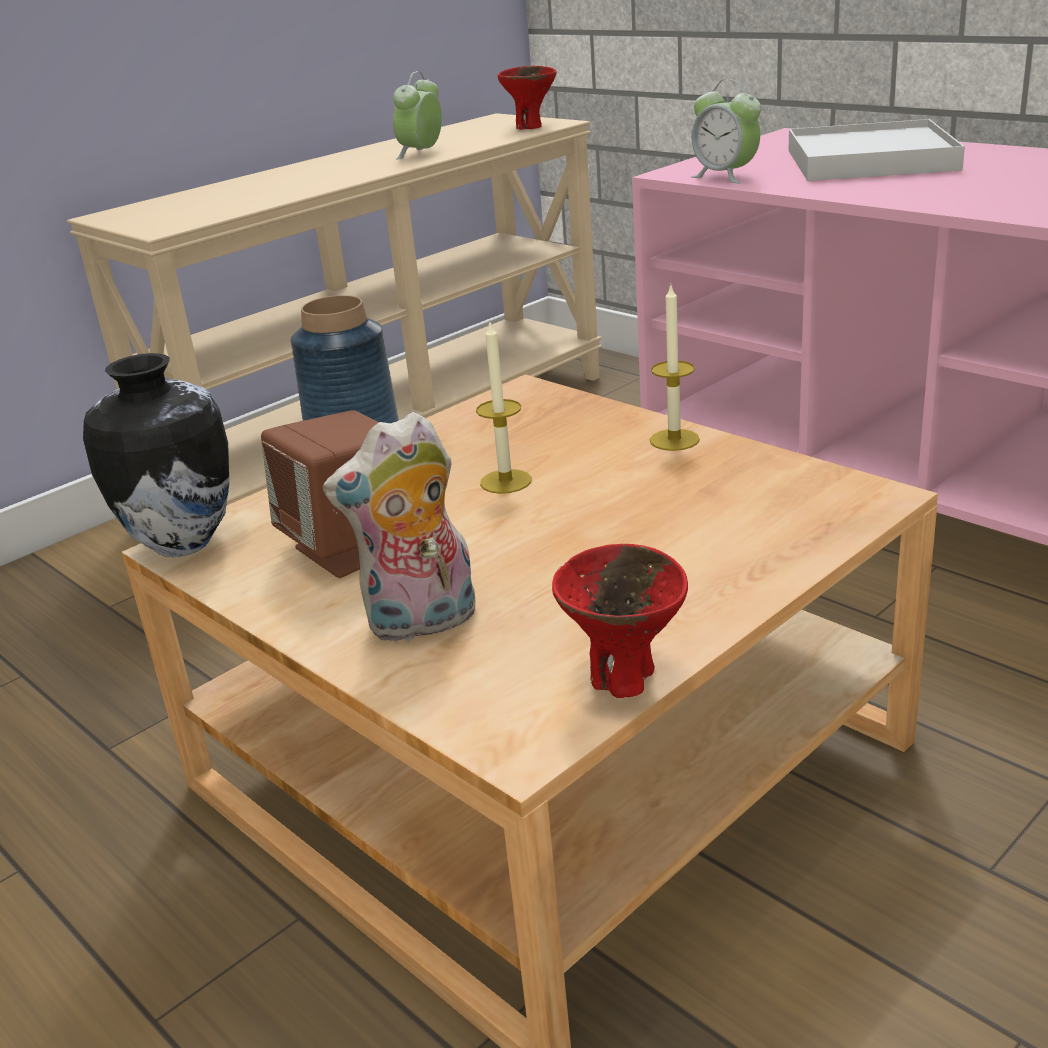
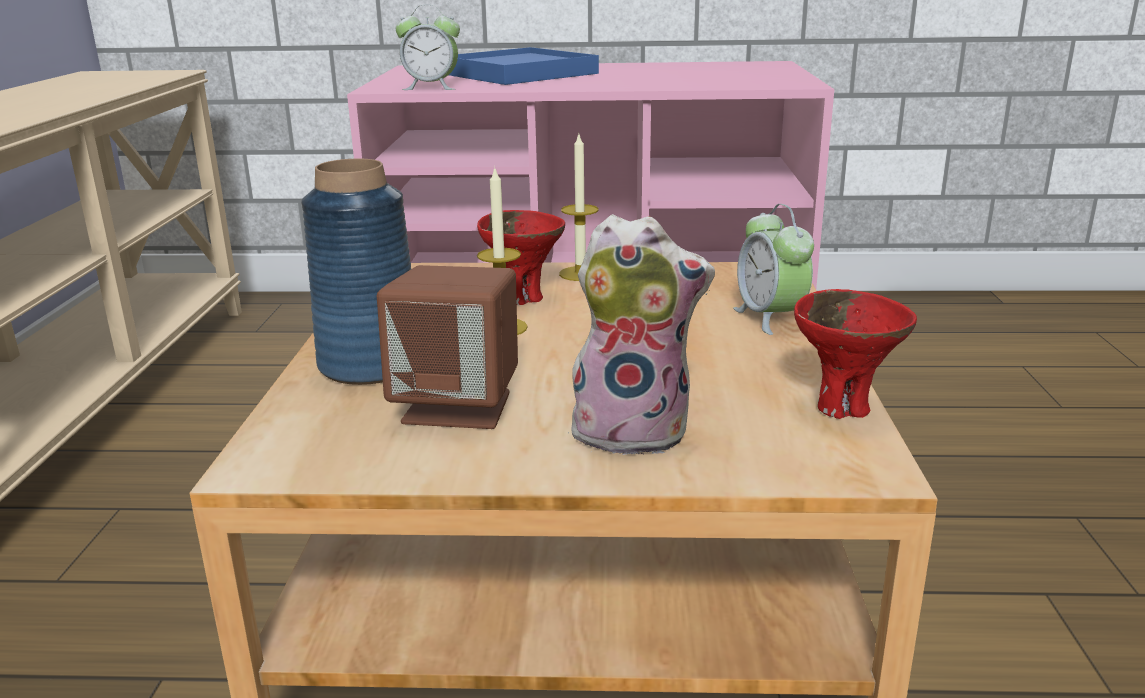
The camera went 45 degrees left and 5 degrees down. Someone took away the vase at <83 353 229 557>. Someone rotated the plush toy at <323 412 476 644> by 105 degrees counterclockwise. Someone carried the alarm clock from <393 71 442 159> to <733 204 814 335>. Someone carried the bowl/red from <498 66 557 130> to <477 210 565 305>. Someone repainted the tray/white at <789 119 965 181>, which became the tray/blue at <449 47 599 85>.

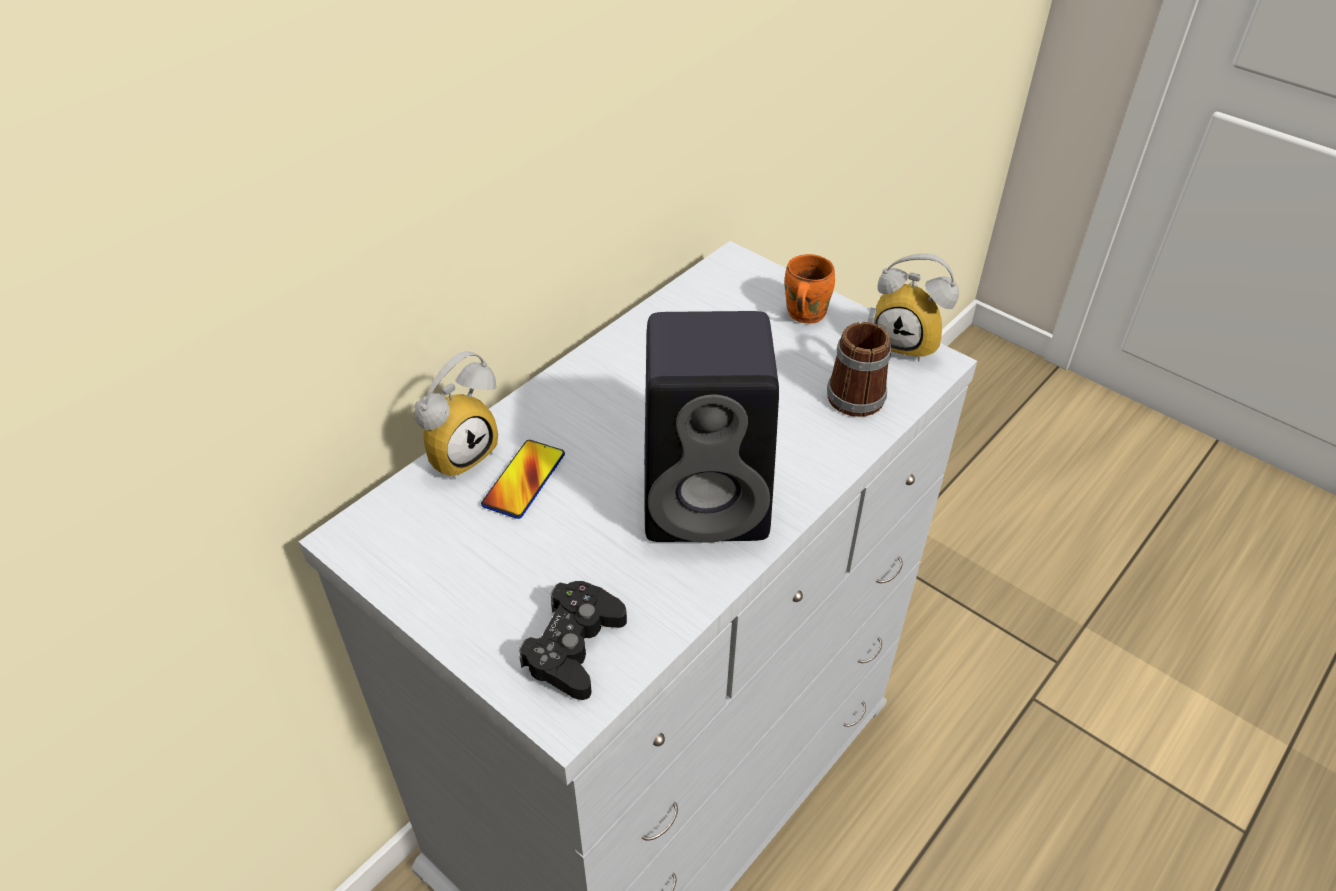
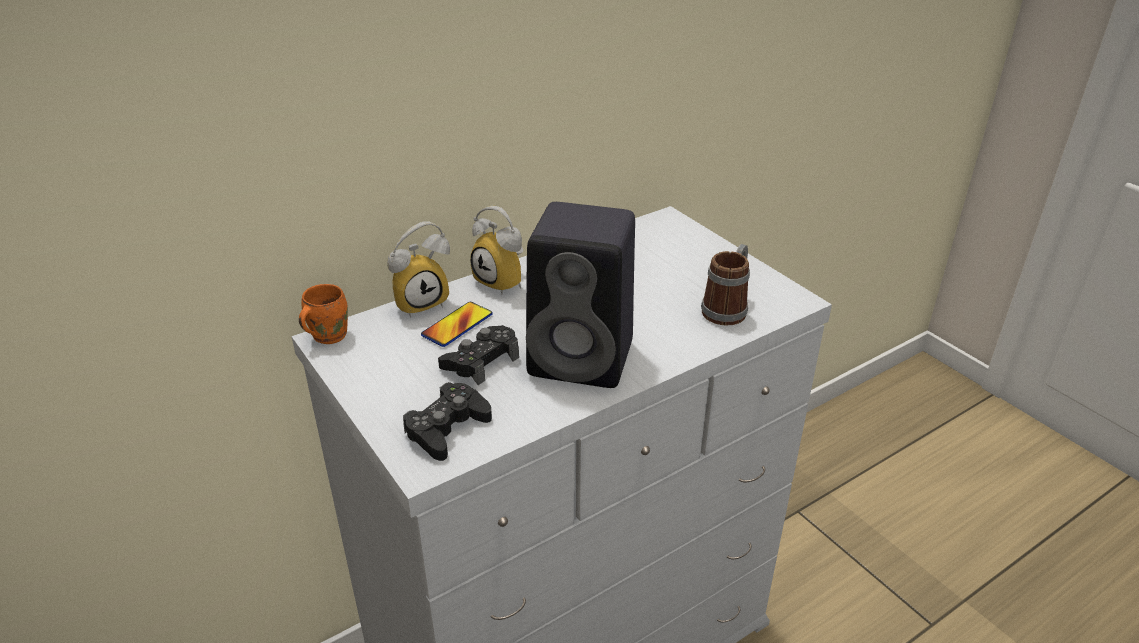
The camera went 15 degrees right and 10 degrees down. Someone carried the mug/orange from <785 254 835 323> to <299 284 348 344>. Someone carried the alarm clock from <875 253 959 362> to <470 206 523 295>. Someone put down the game controller/black at <438 325 519 385>.

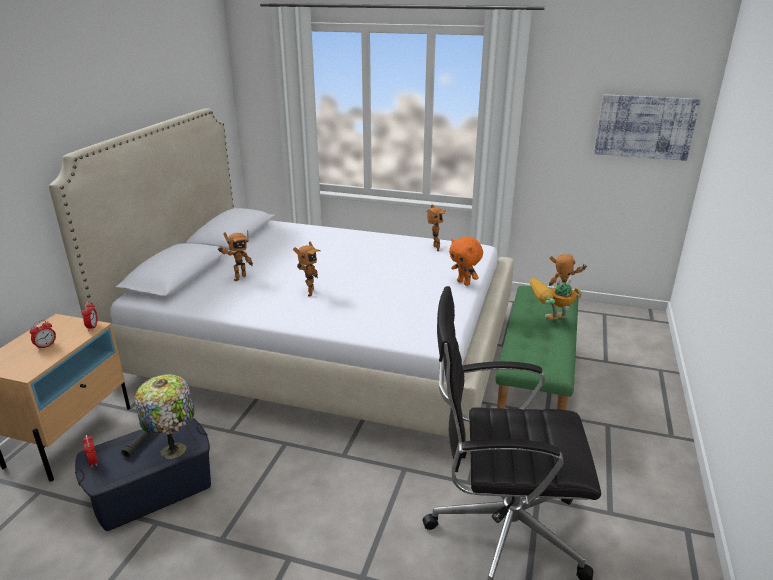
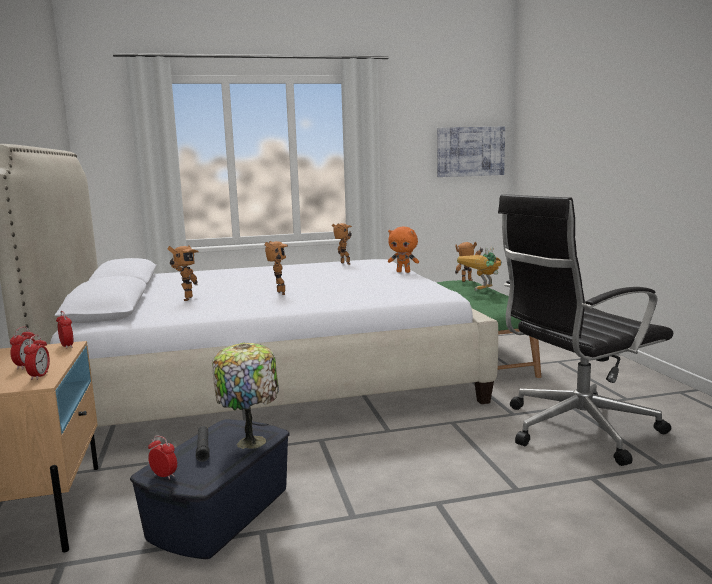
The camera went 30 degrees left and 15 degrees down. Someone put down the alarm clock at <24 335 50 380>.

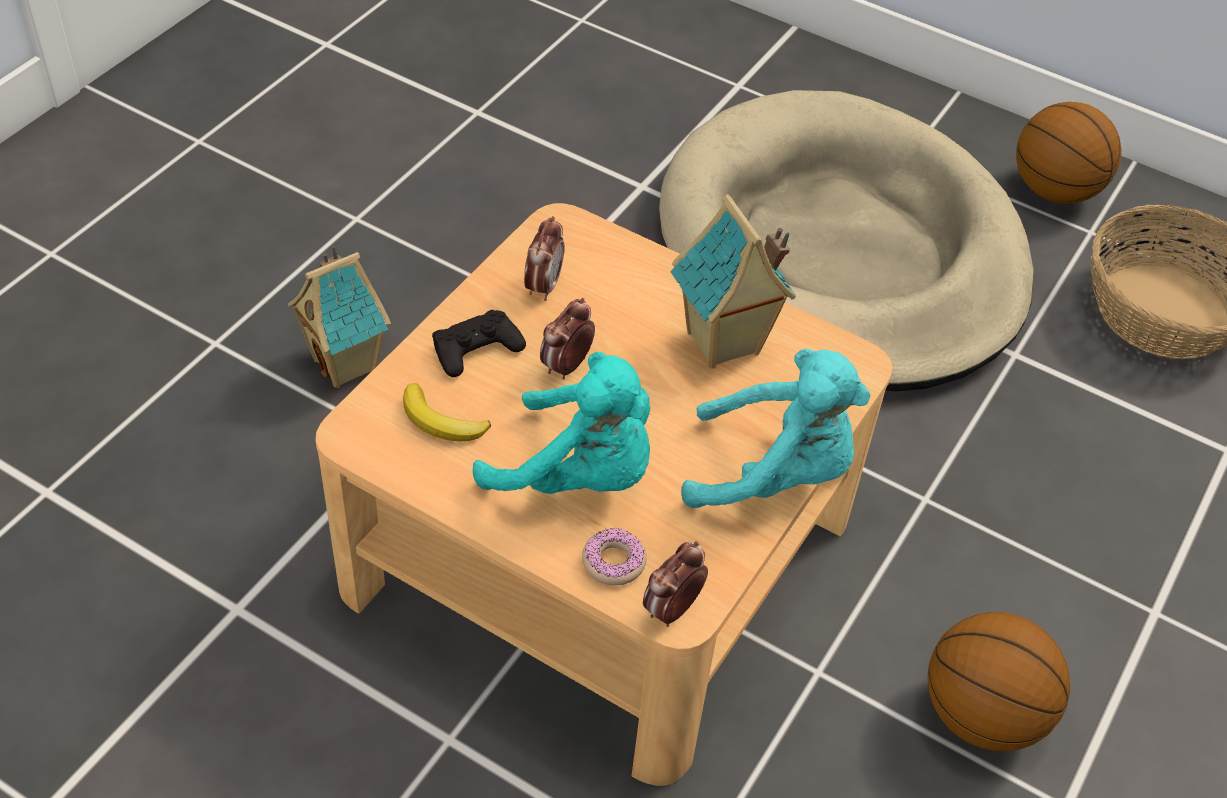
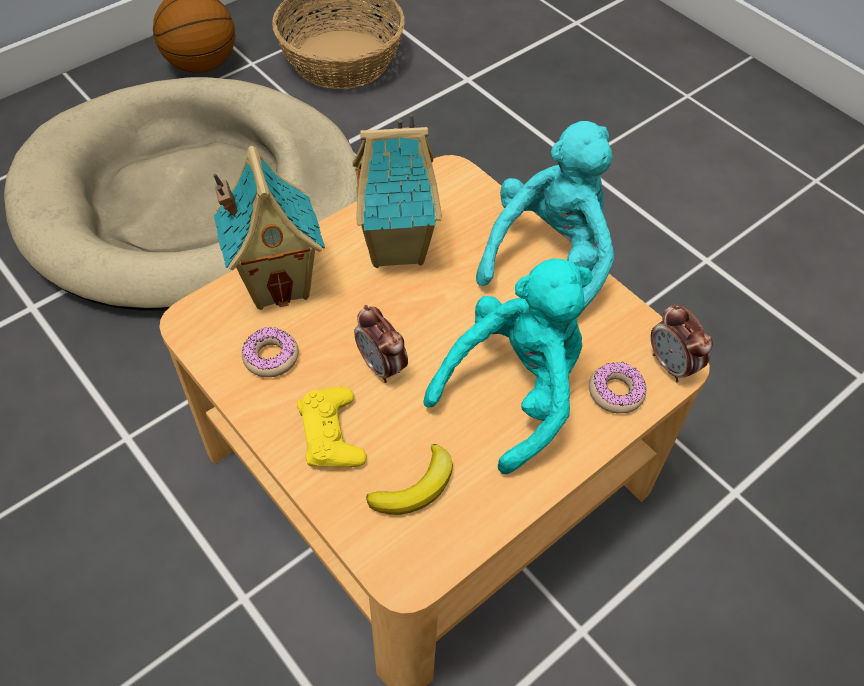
The camera went 70 degrees left and 5 degrees up. Someone carried the toy house from <288 246 391 388> to <213 146 325 310>. Someone repainted the game controller/black at <432 310 526 377>, which became the game controller/yellow at <297 387 367 467>. Someone swapped the alarm clock at <524 216 565 301> for the donut at <242 327 299 377>. Someone took away the basketball at <927 612 1070 751>.

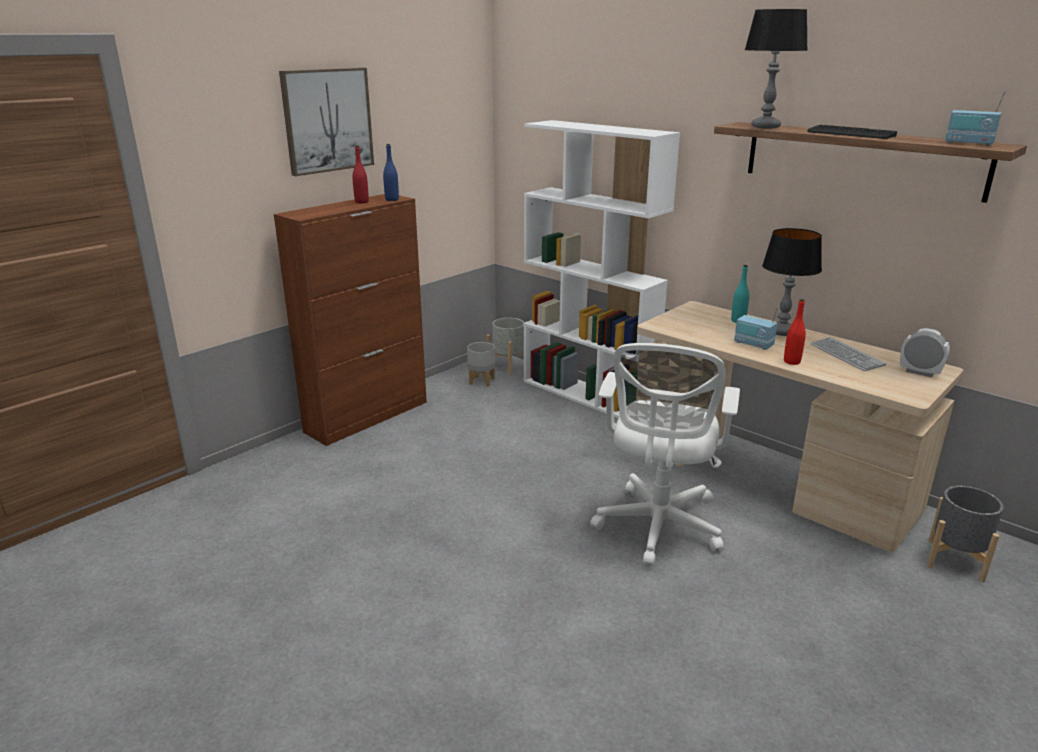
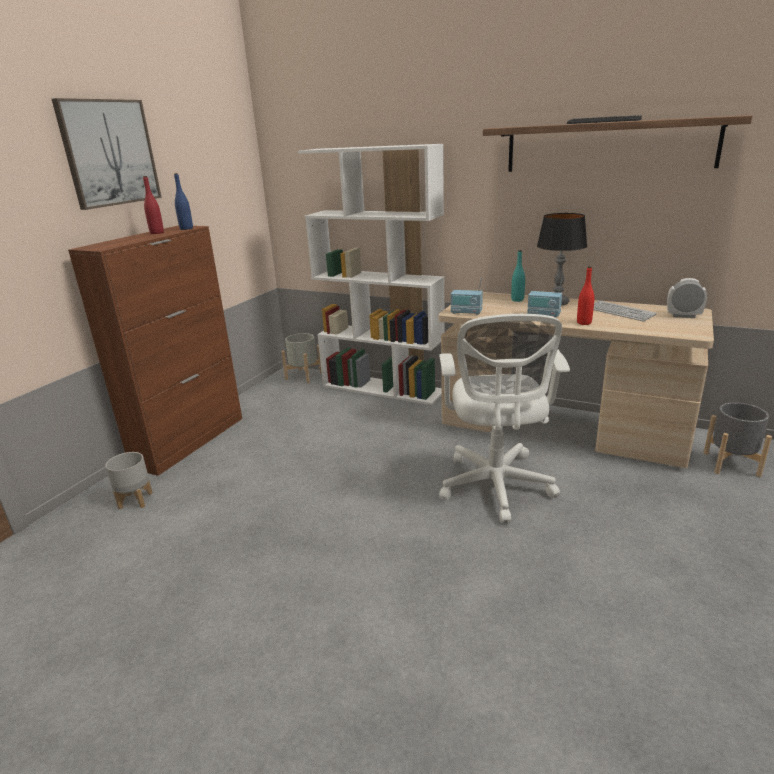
The camera went 15 degrees left and 0 degrees up. Someone carried the planter/grey from <467 342 495 387> to <106 452 153 509>. Someone took away the table lamp at <745 9 808 128>. Someone carried the radio from <945 91 1005 146> to <451 278 483 315>.

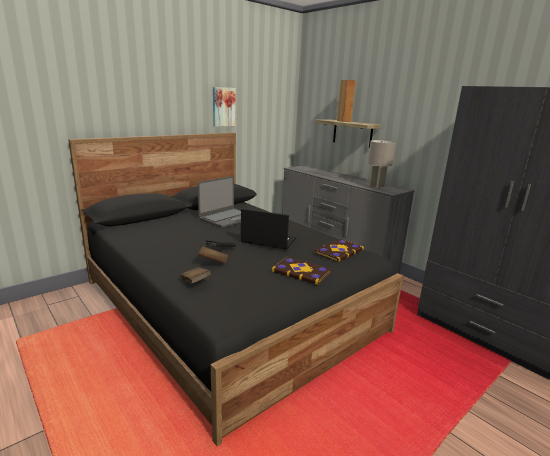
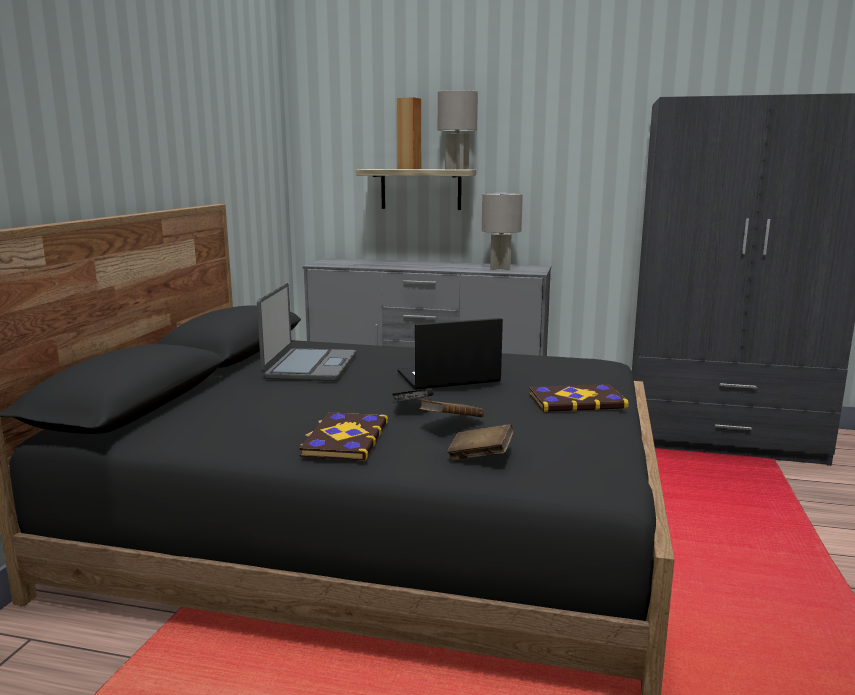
The camera went 35 degrees left and 5 degrees down. Someone took away the picture at <213 87 236 127>. Someone carried the book from <315 239 364 262> to <300 412 388 461>. Someone put down the table lamp/grey at <438 90 478 170>.

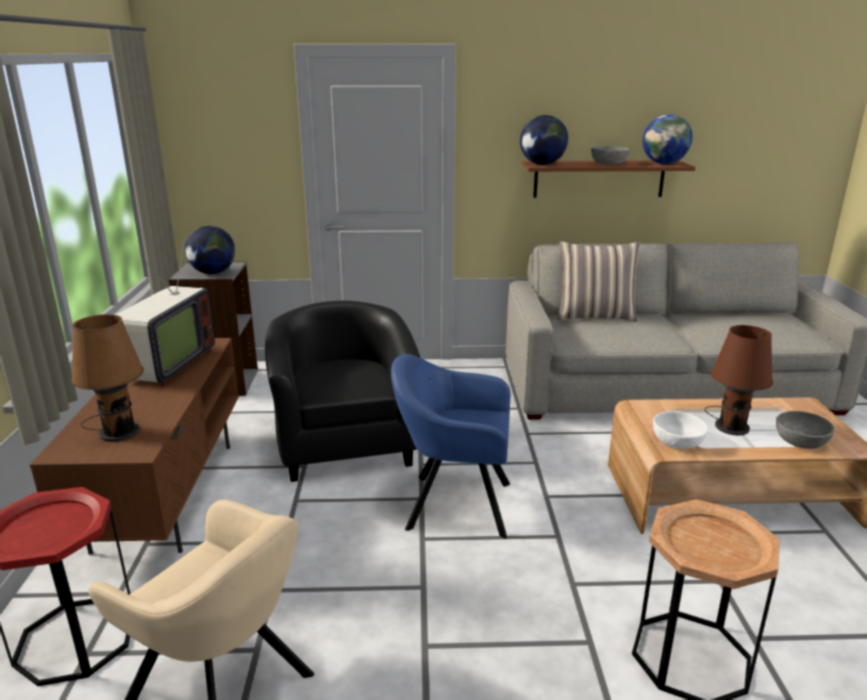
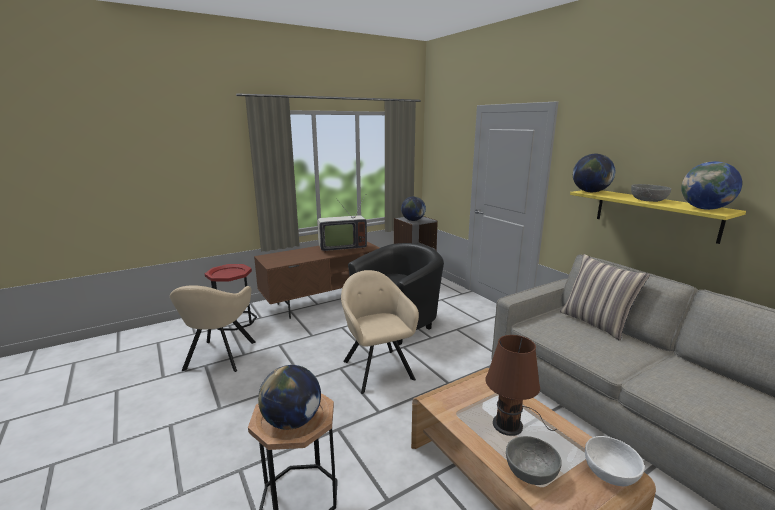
The camera went 60 degrees right and 5 degrees down. Someone took away the table lamp/brown at <71 314 144 442>. Someone repainted the armchair/blue at <391 354 511 539>, which became the armchair/beige at <341 270 419 394>. Someone repainted the shelf/brown at <522 160 695 198>, which became the shelf/yellow at <570 190 746 244>. Someone carried the bowl/white from <653 411 708 449> to <585 436 645 486>. Someone put down the globe at <258 365 321 430>.

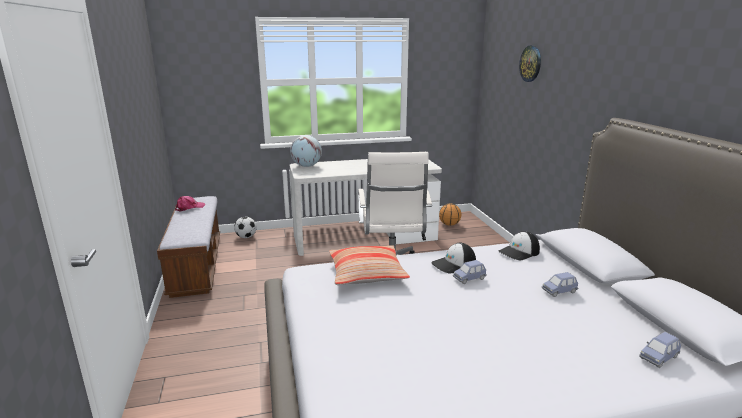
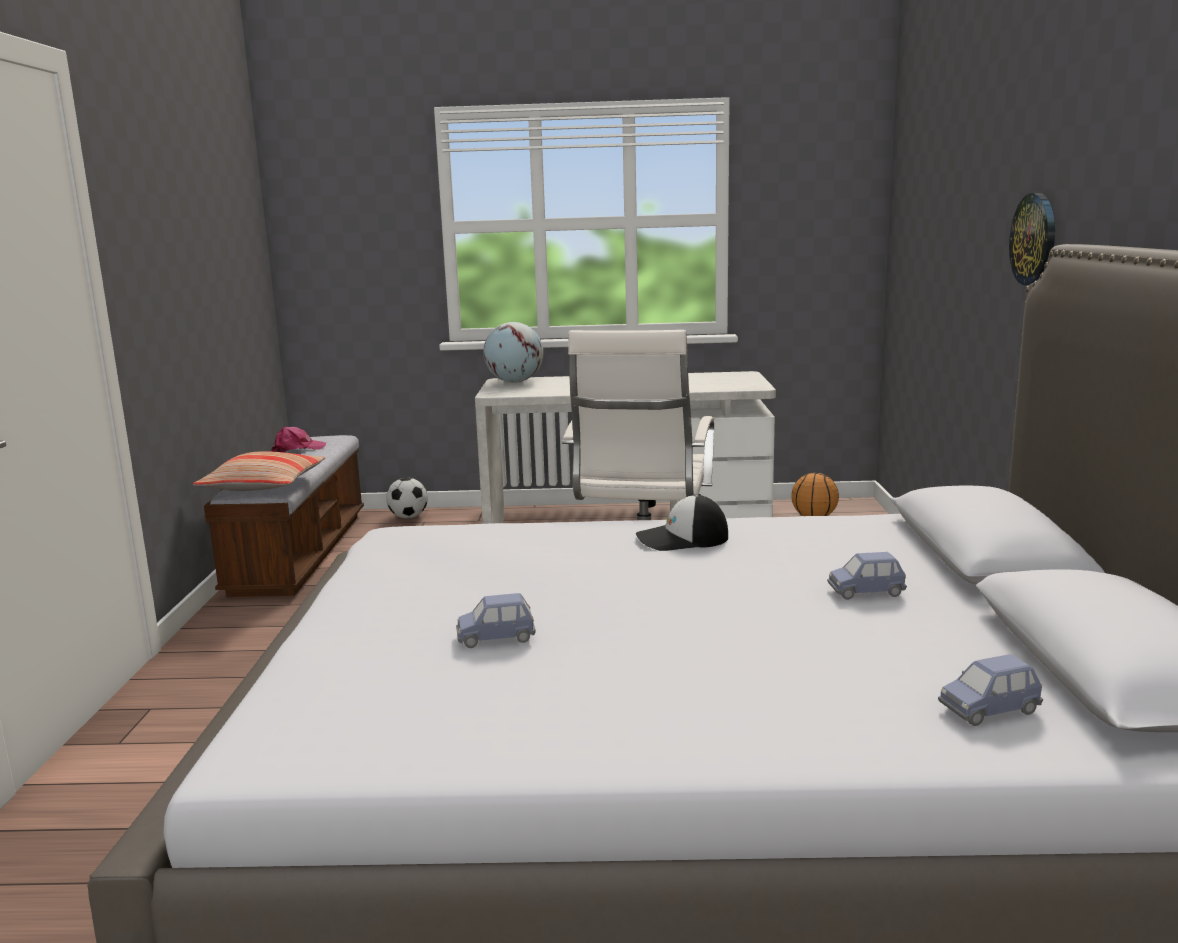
The camera went 15 degrees right and 5 degrees down. Someone carried the pillow from <329 245 410 285> to <193 451 325 491>. Someone carried the toy car/blue from <453 260 487 284> to <456 593 536 648>. Someone took away the cap at <499 231 540 261>. Someone carried the wall clock from <519 45 541 82> to <1009 193 1055 285>.

